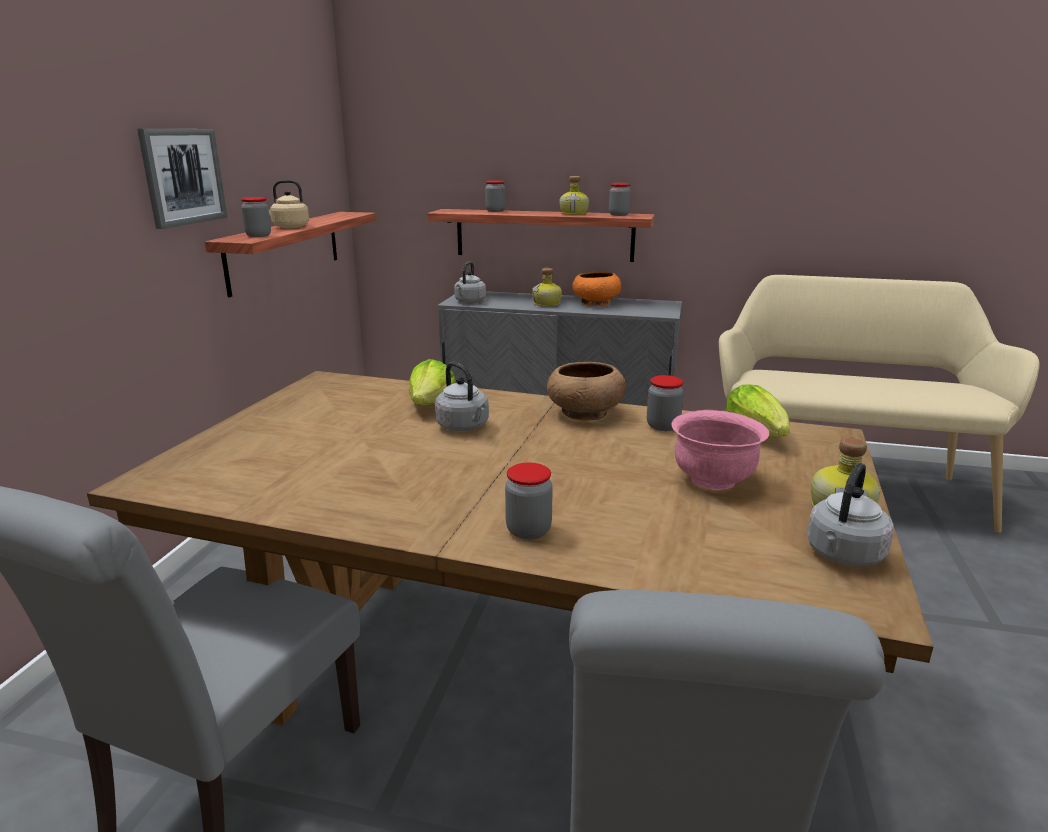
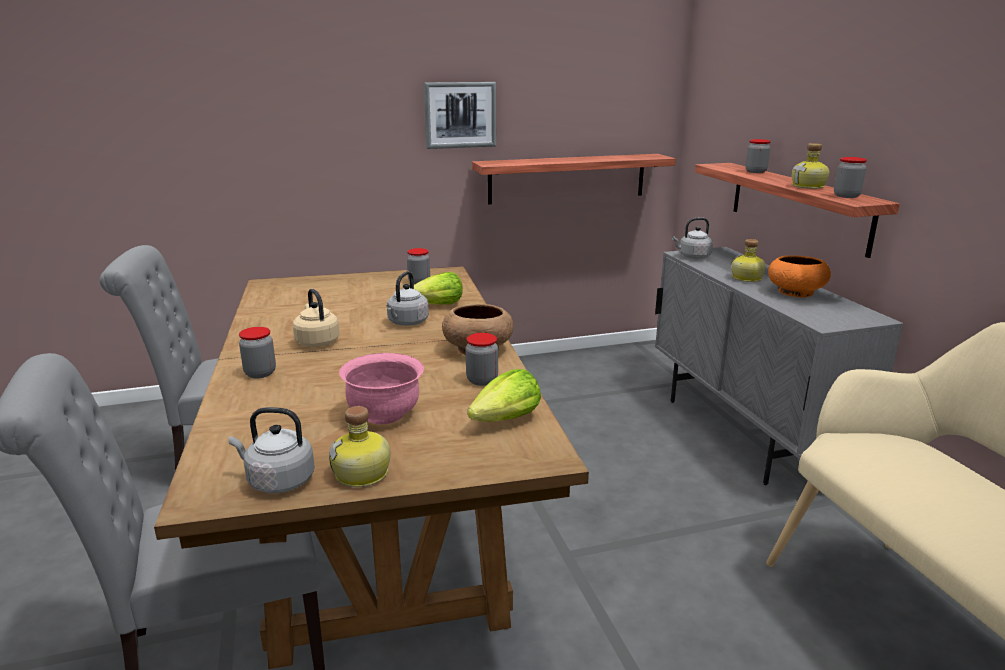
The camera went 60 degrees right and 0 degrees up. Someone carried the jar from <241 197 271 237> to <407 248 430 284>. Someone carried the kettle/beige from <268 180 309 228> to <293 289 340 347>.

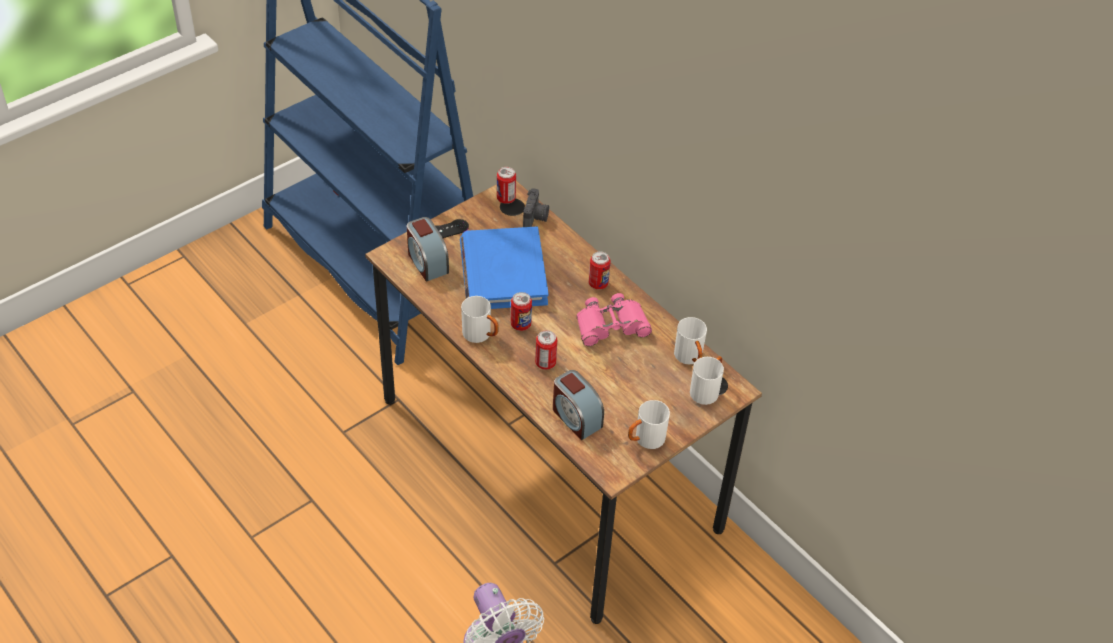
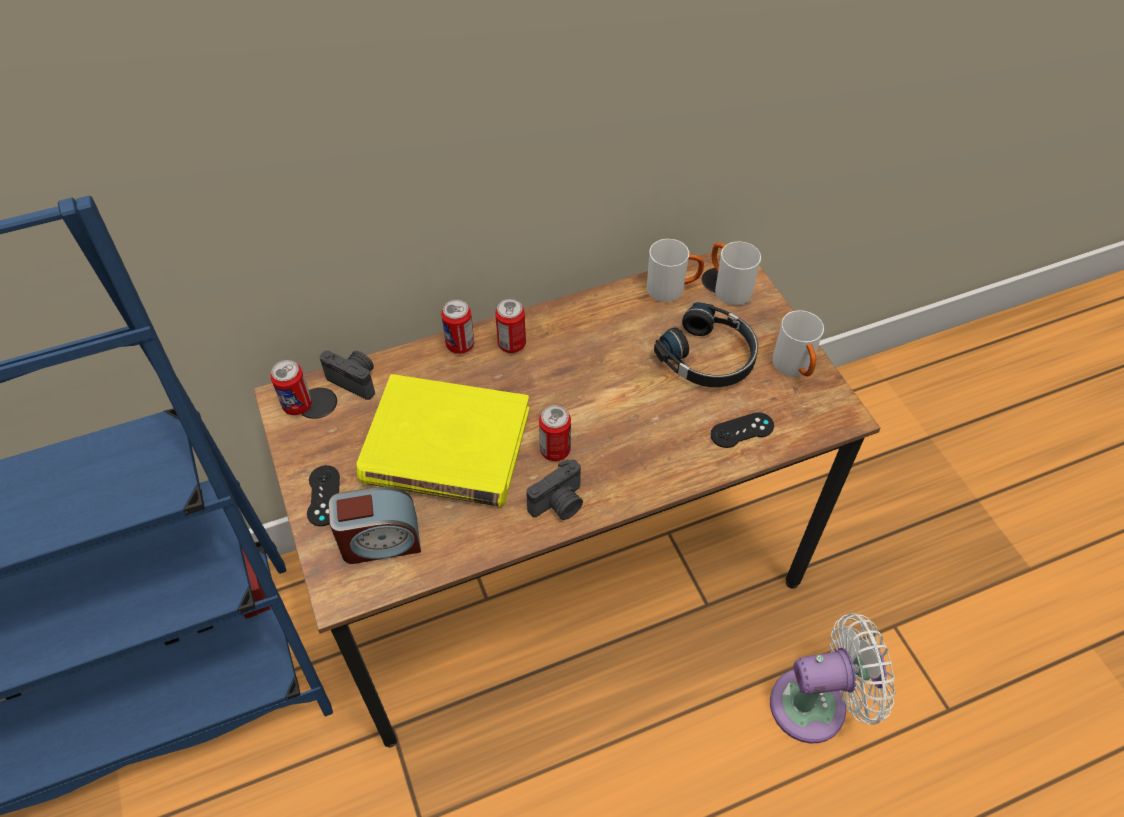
The camera went 70 degrees left and 5 degrees up. Someone repainted the book/blue at <460 227 549 309>, which became the book/yellow at <356 374 529 507>. Someone swapped the mug/white at <461 296 499 343> for the photo camera at <526 459 583 520>. Someone carried the can from <535 330 557 370> to <441 300 474 354>. Someone swapped the alarm clock at <553 370 604 440> for the game controller/black at <711 412 774 448>. Someone took away the binoculars/pink at <576 293 652 346>. Someone put down the headphones/black at <654 302 758 387>.

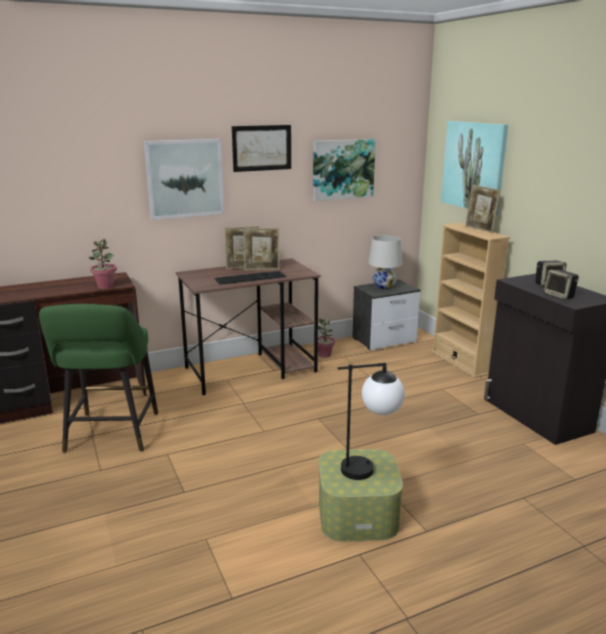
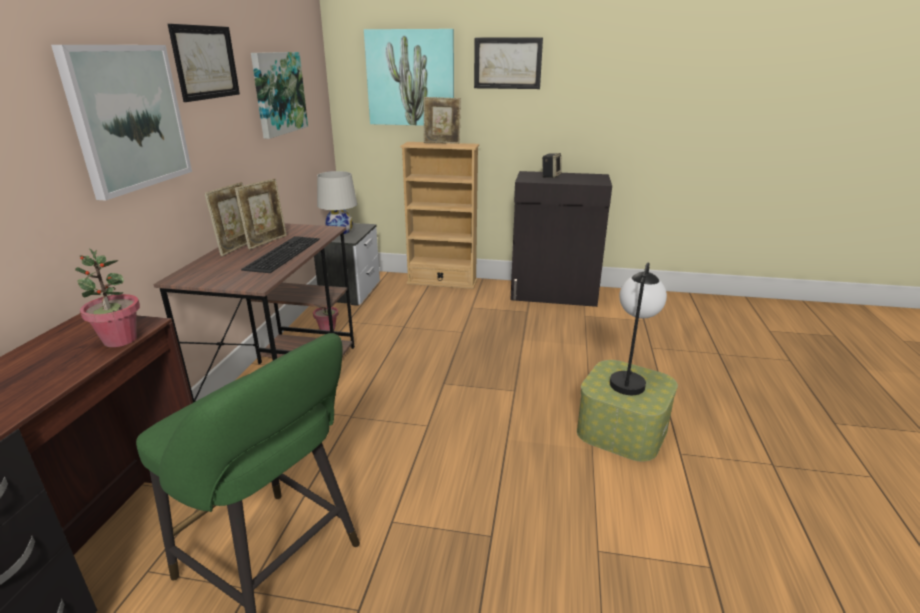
The camera went 55 degrees left and 5 degrees up. Someone took away the speaker at <544 269 579 300>. Someone put up the picture at <474 37 543 89>.

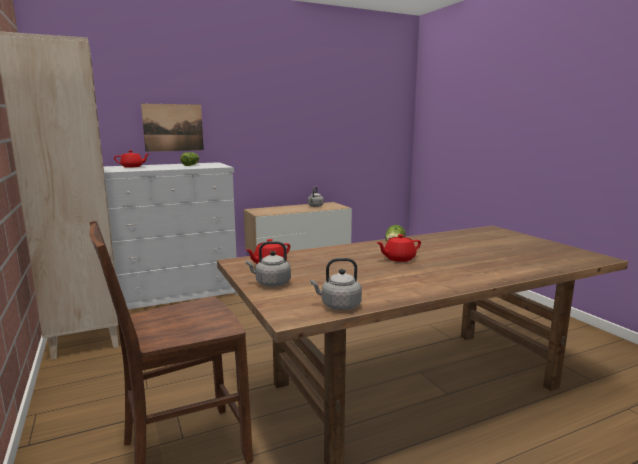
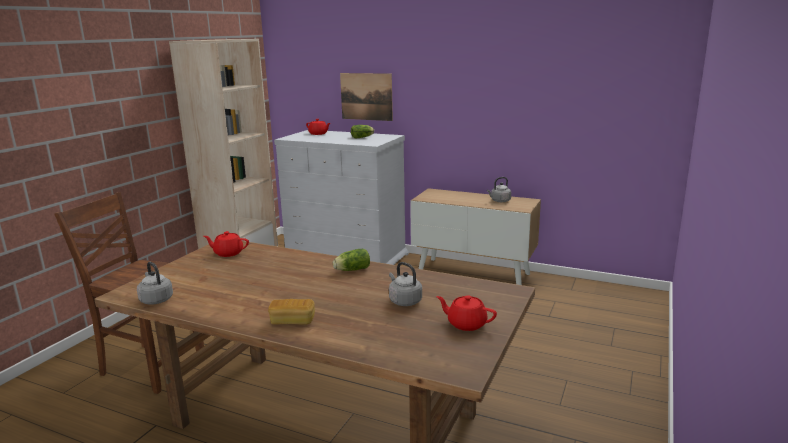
The camera went 50 degrees right and 5 degrees up. Someone carried the kettle/grey from <246 241 291 287> to <389 262 422 306>. Someone carried the teapot/red from <376 234 421 262> to <436 295 497 331>. Someone put down the bread at <268 299 315 325>.

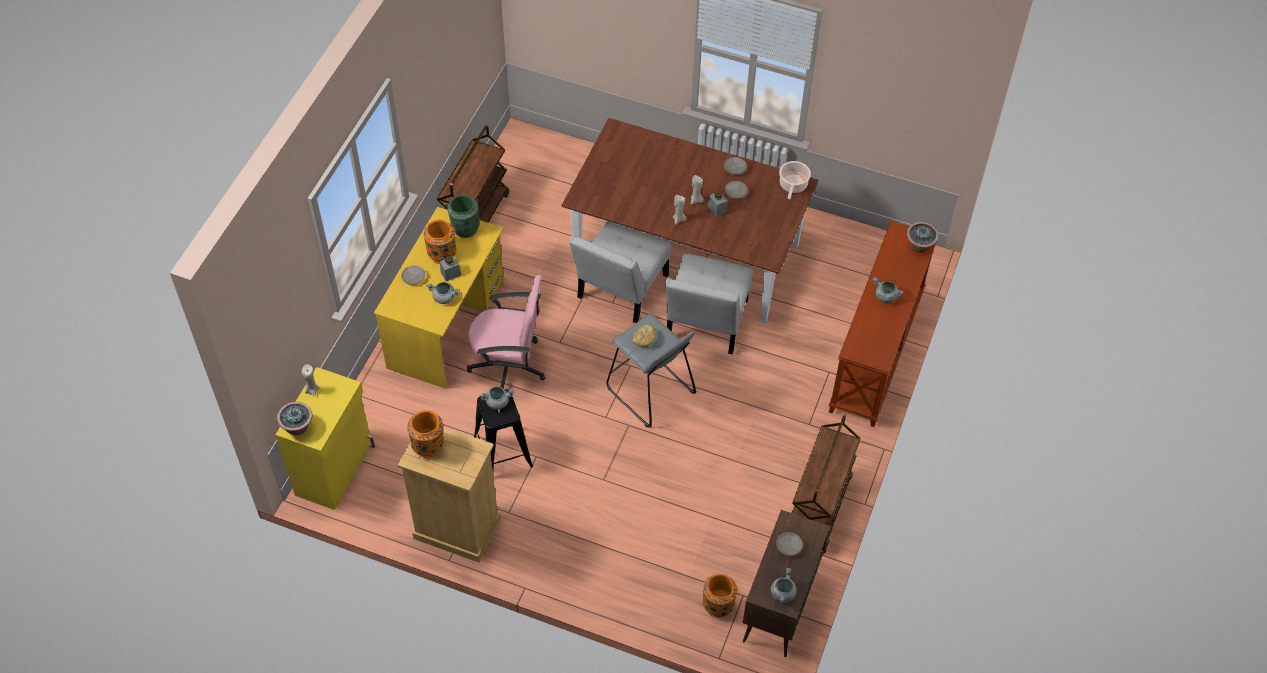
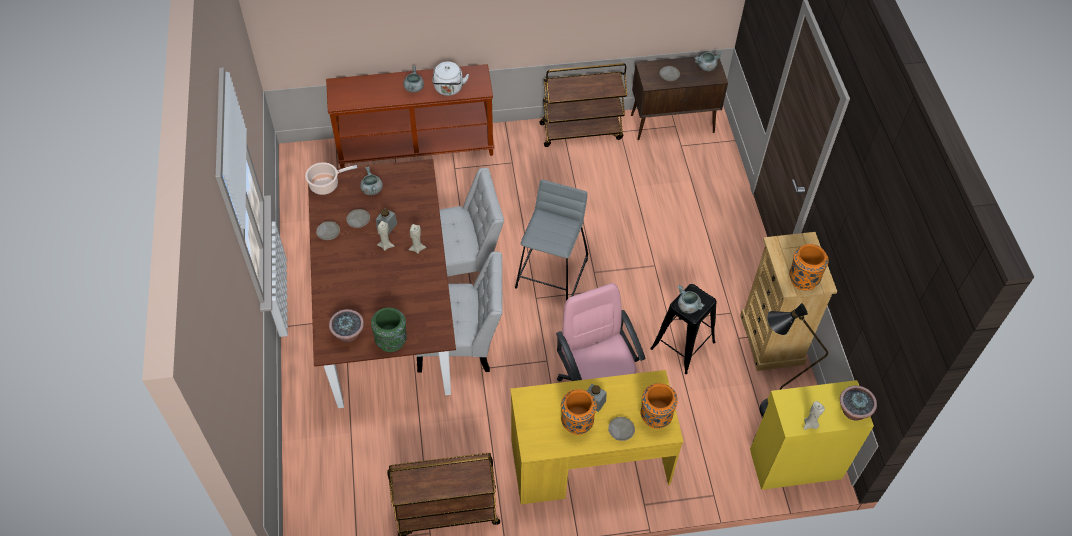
The camera went 120 degrees left and 0 degrees up. Someone carried the cooking pot/grey from <427 282 460 304> to <360 166 383 195>. Someone carried the vase/green from <447 194 480 238> to <371 308 407 352>. Someone took away the bread at <632 324 656 347>. Someone carried the vase/orange from <703 574 737 618> to <640 383 678 429>. Someone carried the potted plant from <907 222 939 253> to <329 309 364 343>. Someone put down the kettle/white at <432 62 469 96>. Someone put down the floor lamp/black at <760 303 828 416>.

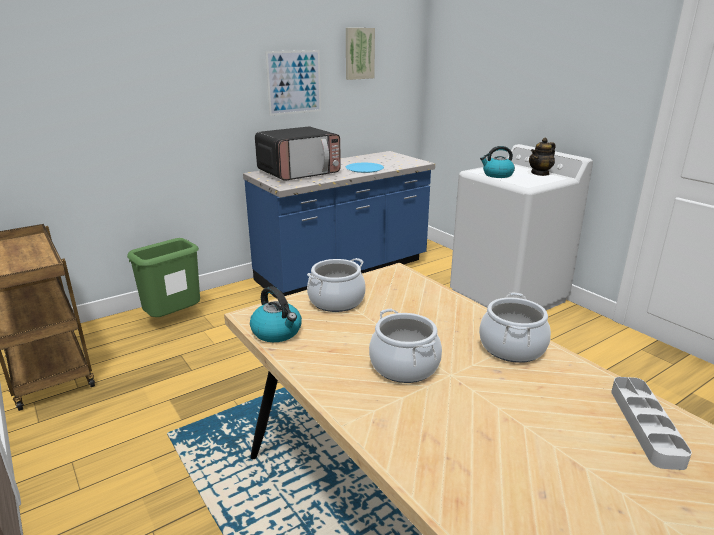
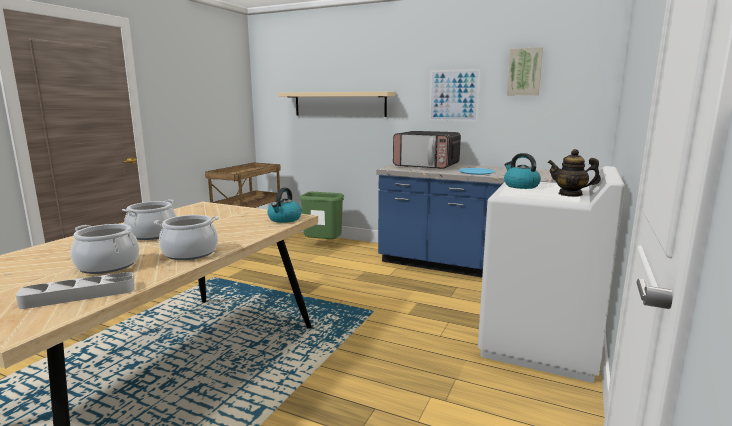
The camera went 60 degrees right and 10 degrees down. Someone carried the kettle from <250 286 302 342> to <267 188 302 223>. Someone carried the cooking pot from <307 258 365 312> to <71 224 139 274>. Someone put up the shelf/beige at <278 92 395 117>.

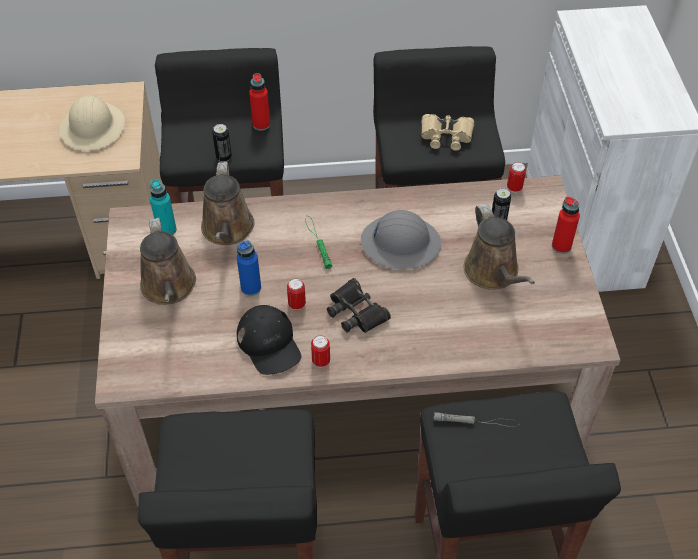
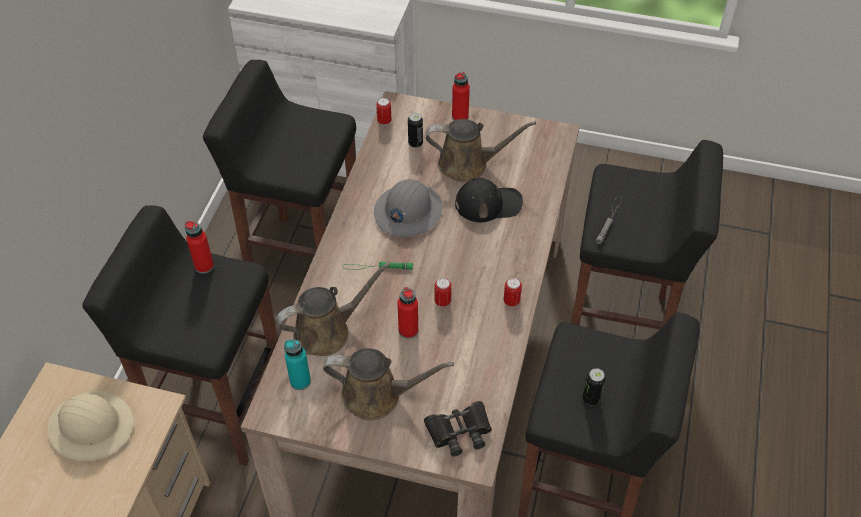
The camera went 70 degrees left and 0 degrees up. Someone rotated the watering can/brown at <201 162 255 245> by 45 degrees counterclockwise. Someone carried the can from <212 124 232 162> to <582 368 606 405>. Someone repainted the bottle/blue at <237 240 261 296>, which became the bottle/red at <397 287 418 339>. Someone carried the cap/black from <237 305 301 375> to <455 178 523 222>. Someone carried the binoculars/black from <327 278 391 333> to <424 401 492 456>. Someone took away the binoculars/beige at <421 114 474 151>.

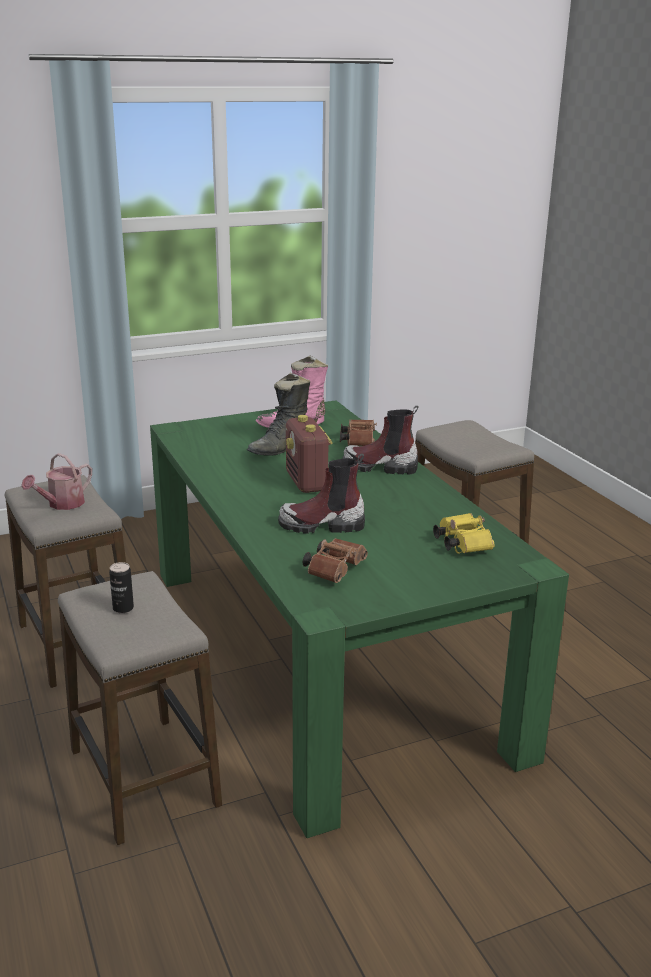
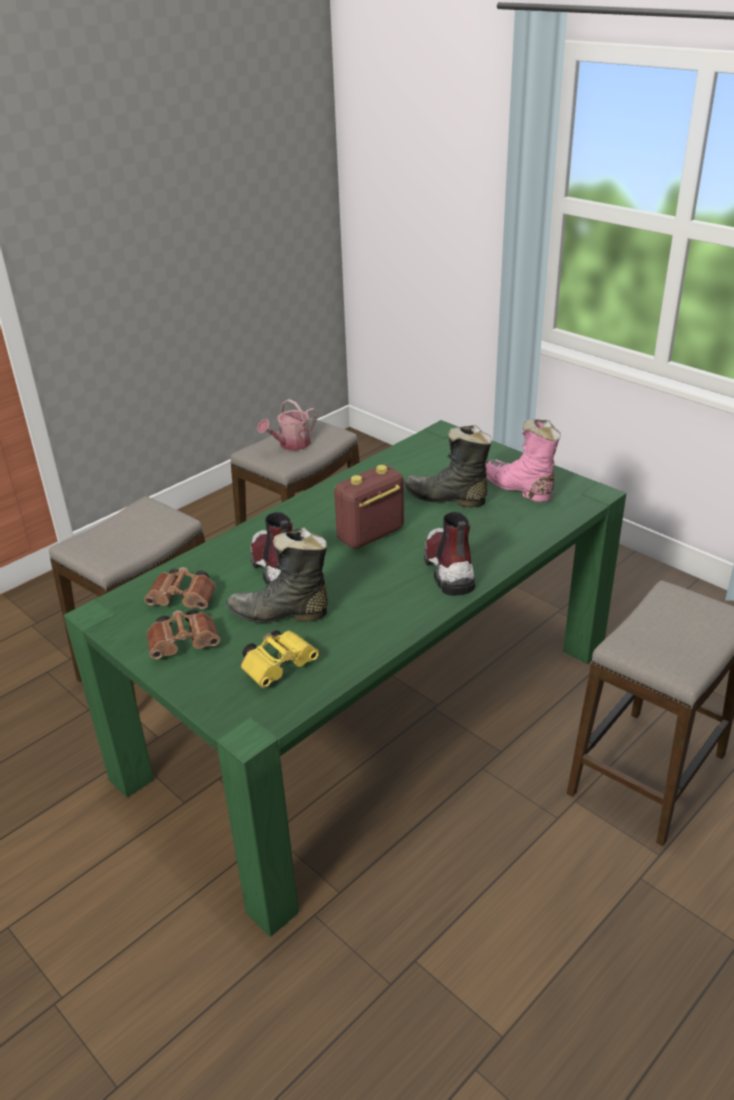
The camera went 70 degrees right and 10 degrees up. Someone rotated the watering can at <21 453 92 510> by 60 degrees counterclockwise. Someone took away the can at <109 562 134 613>. Someone carried the binoculars/brown from <340 420 377 446> to <147 609 220 659>. Someone put down the boot/black at <226 527 328 623>.

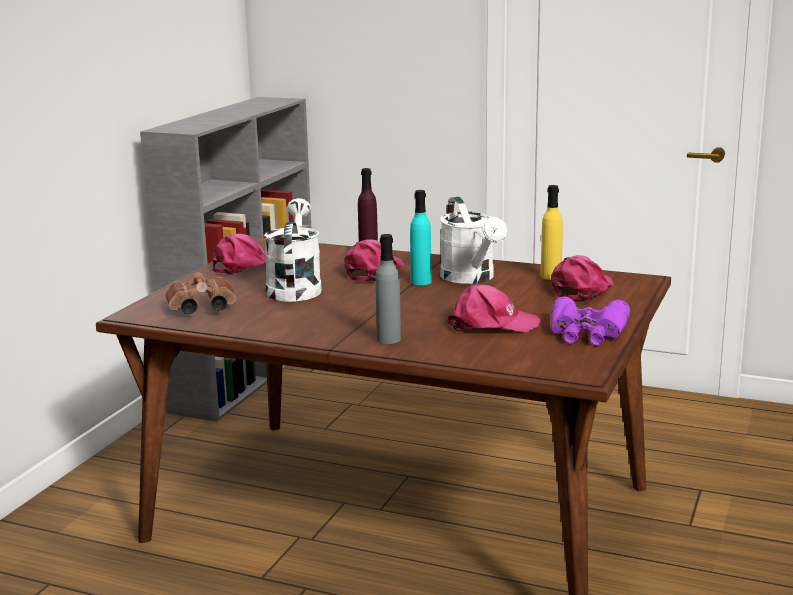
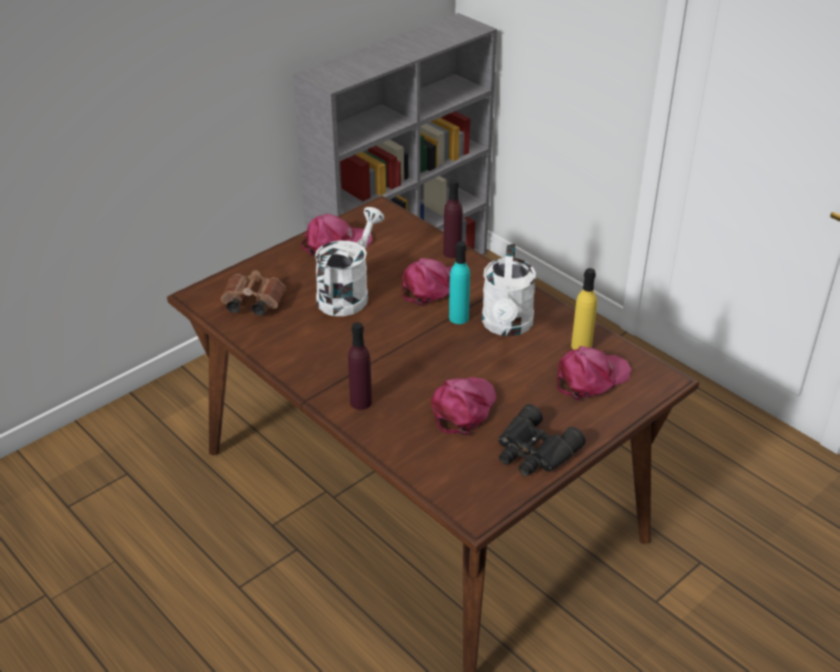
The camera went 25 degrees right and 20 degrees up. Someone repainted the bottle/grey at <375 234 401 344>, which became the bottle/purple at <348 322 372 410>. Someone rotated the cap/pink at <447 284 541 332> by 90 degrees counterclockwise. Someone repainted the binoculars/purple at <551 296 630 345>, which became the binoculars/black at <498 404 586 476>.

